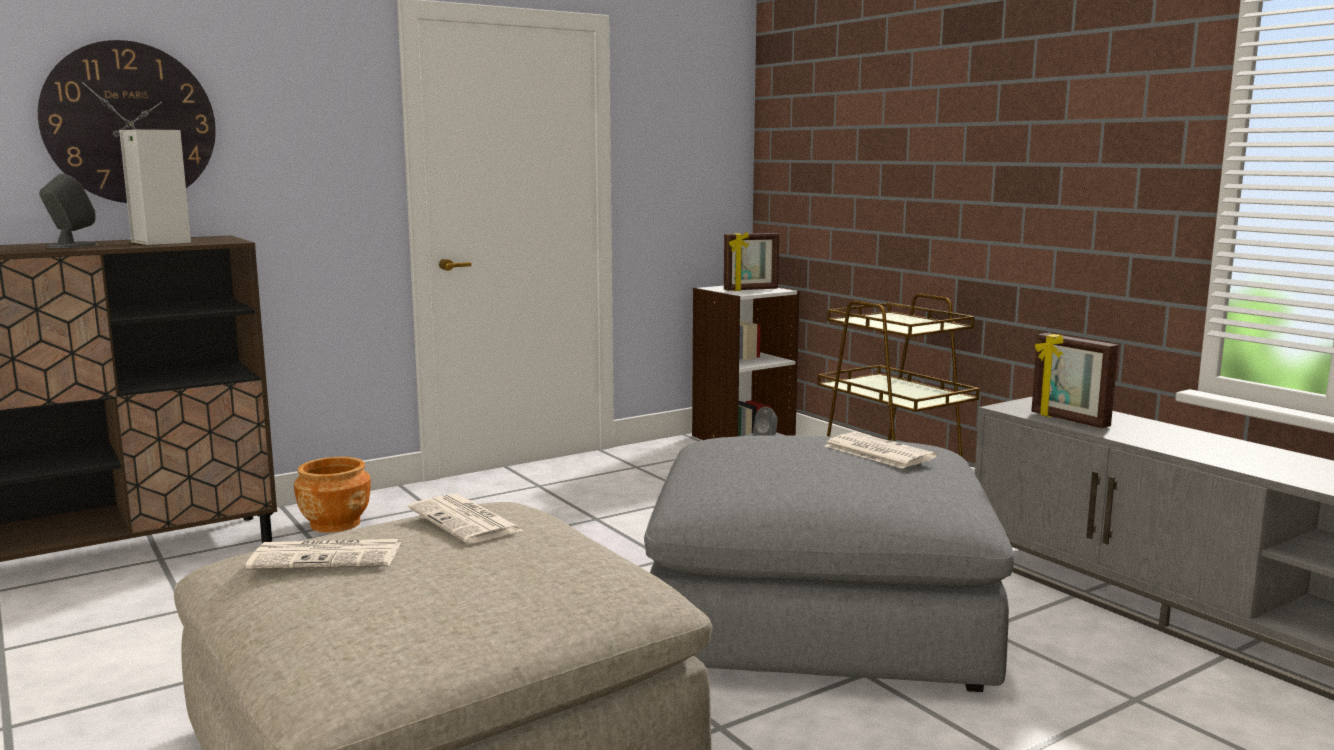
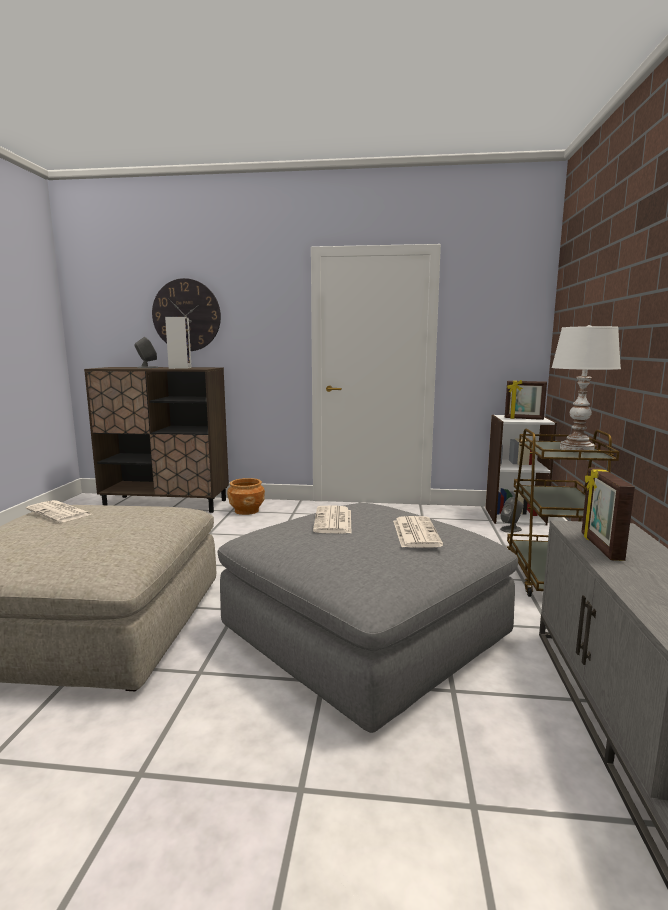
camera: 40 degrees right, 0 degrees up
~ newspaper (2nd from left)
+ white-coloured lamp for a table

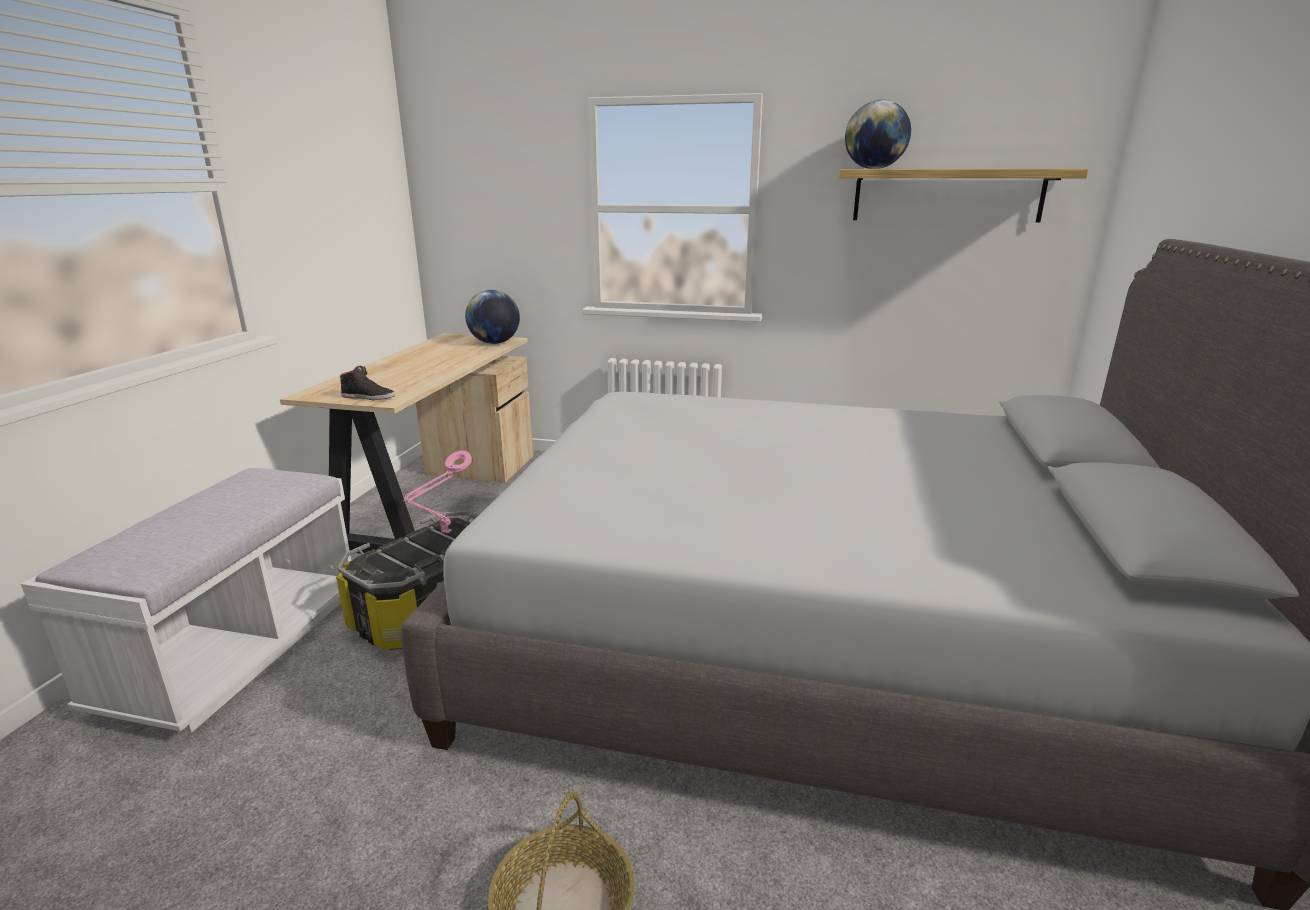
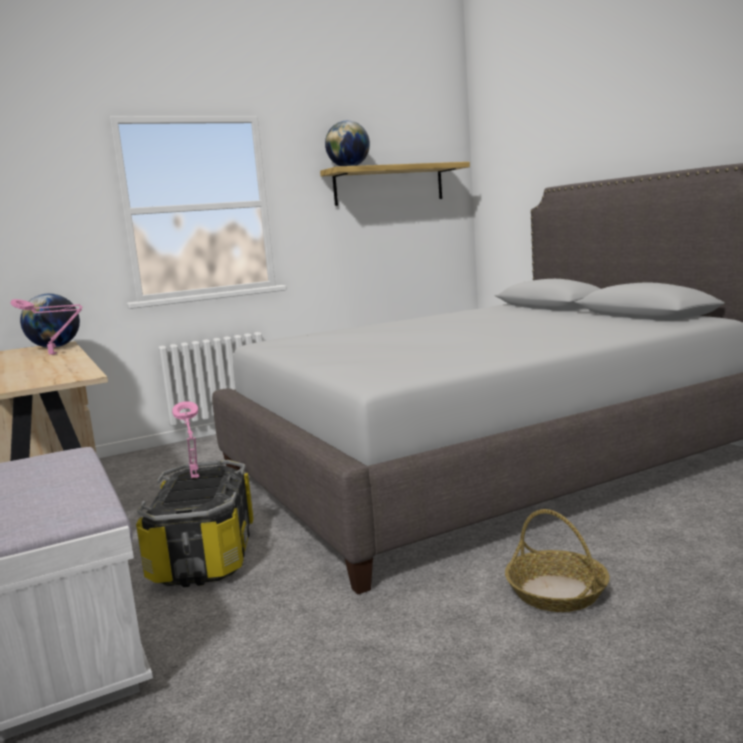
camera: 40 degrees left, 10 degrees down
+ pink-coloured lamp for a table (1st from left)
- black-coloured item of footwear

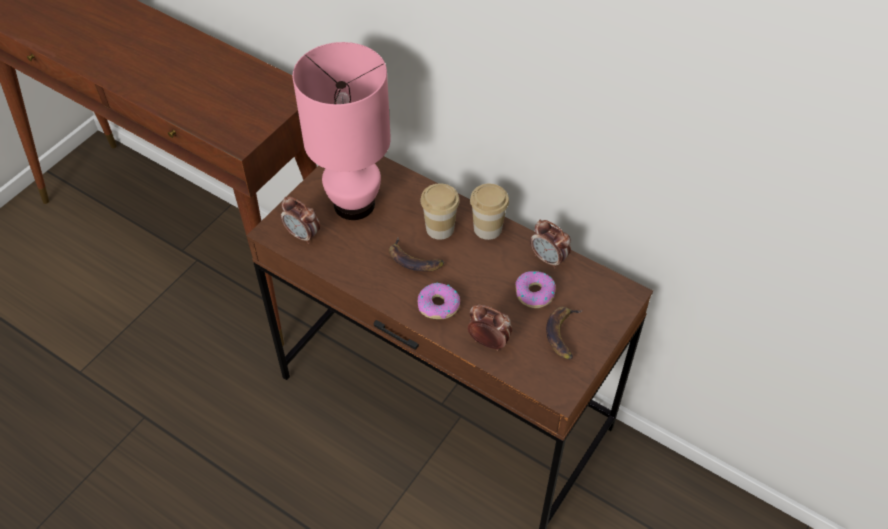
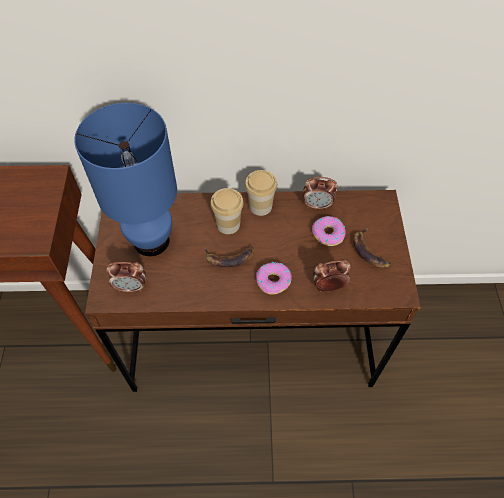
camera: 35 degrees left, 5 degrees up
~ pink-coloured lamp for a table to bluish lamp for a table

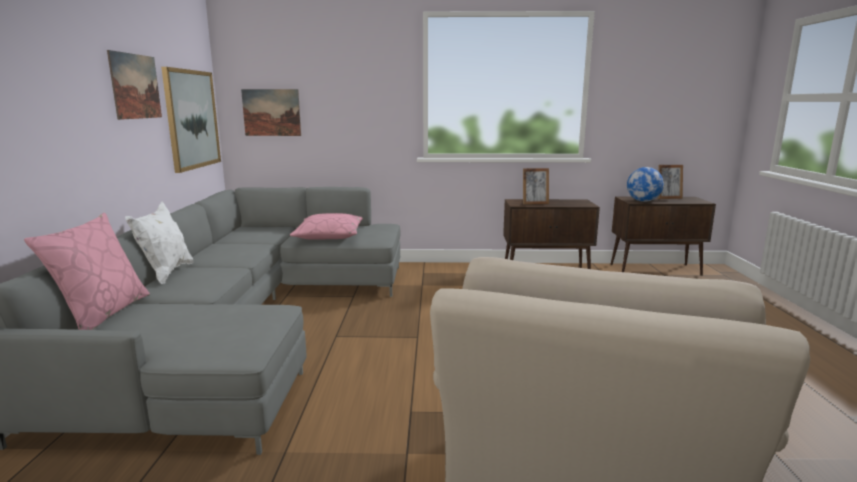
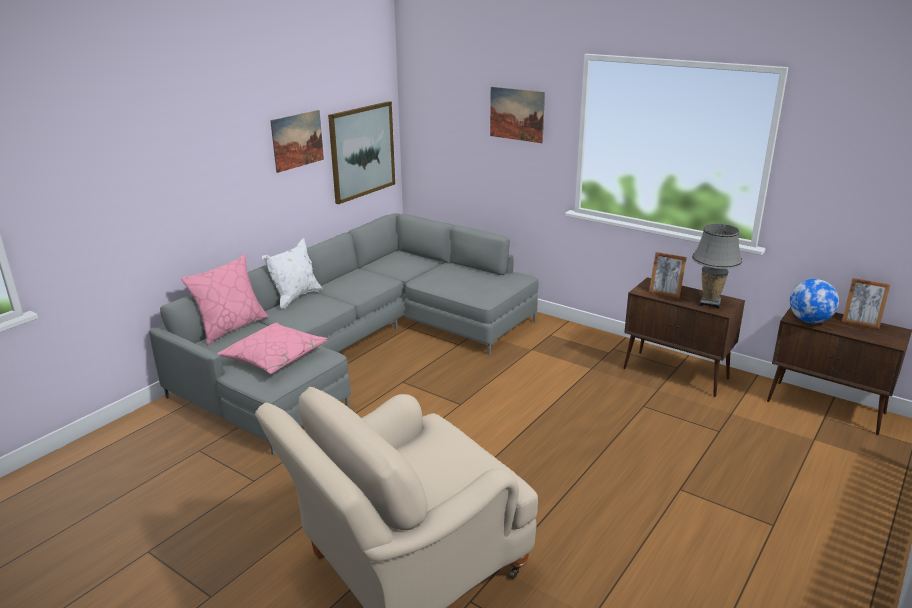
camera: 35 degrees right, 10 degrees up
~ pink-coloured throw pillow (2nd from left)
~ wall picture (3rd from left)
+ grey lamp for a table

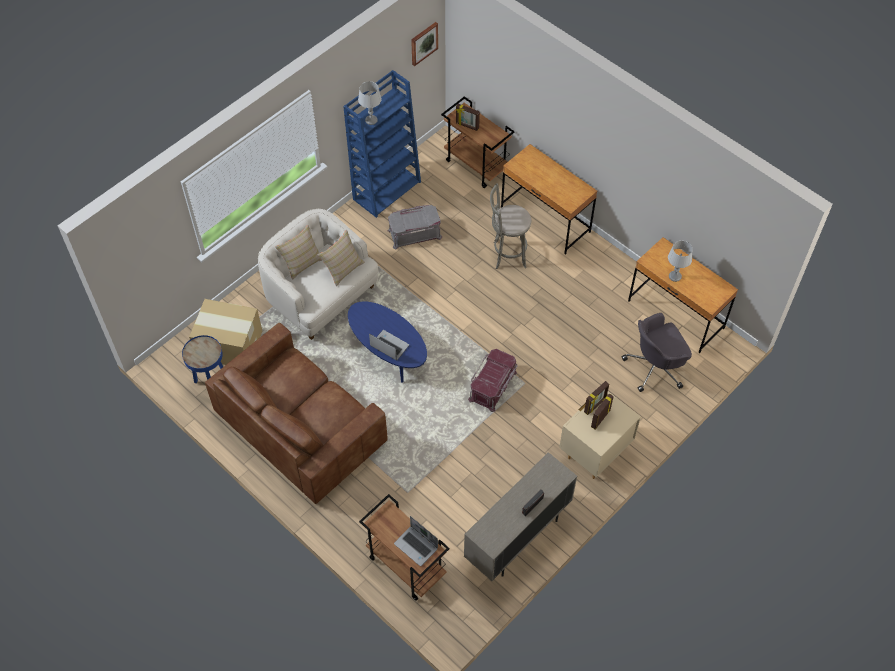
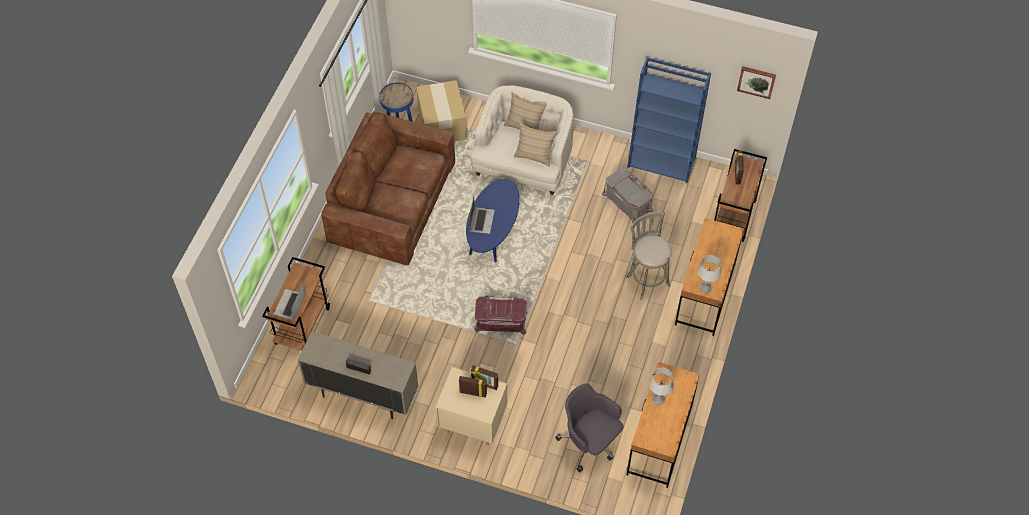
camera: 65 degrees right, 0 degrees up
~ grey lamp for a table (1st from left in the first image) to grey lamp for a table (2nd from left)

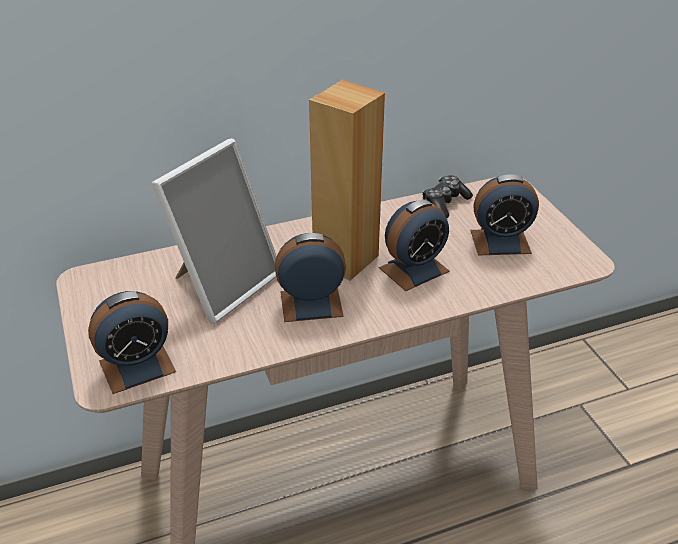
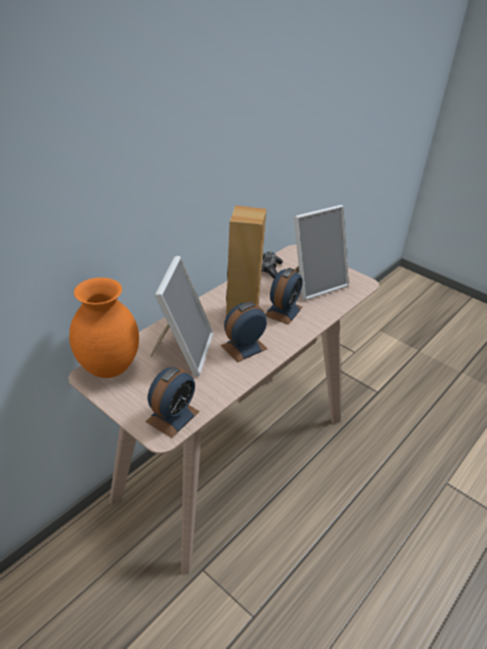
camera: 30 degrees left, 0 degrees up
+ orange vase
~ alarm clock (4th from left) to photo frame (2nd from left)

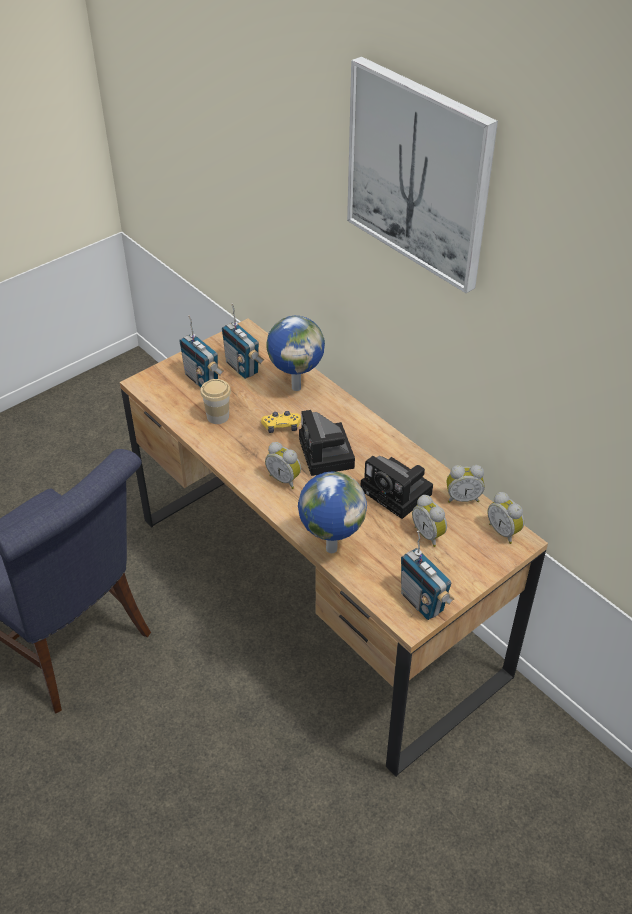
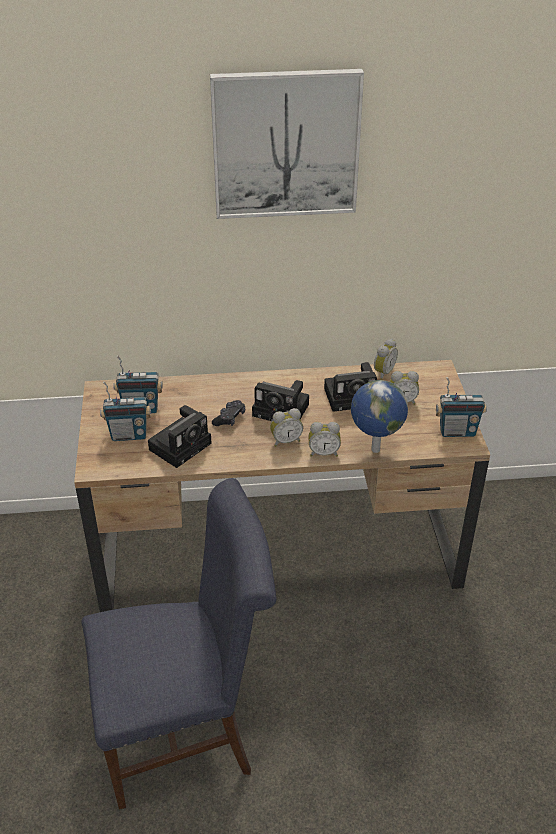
camera: 55 degrees left, 5 degrees down
~ cup to photo camera (1st from left)
~ yellowish gamepad to black-coloured gamepad
~ alarm clock (4th from left in the first image) to alarm clock (2nd from left)
- desk globe (1st from left)

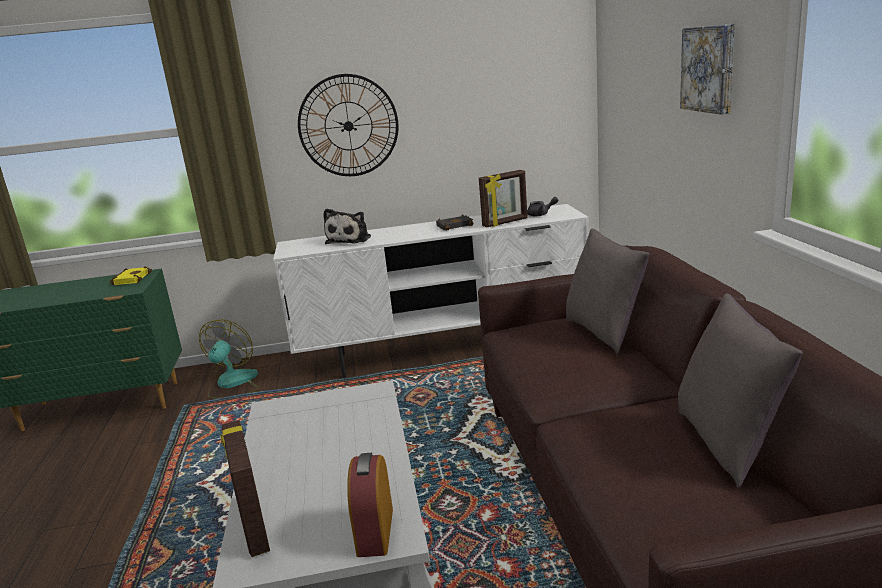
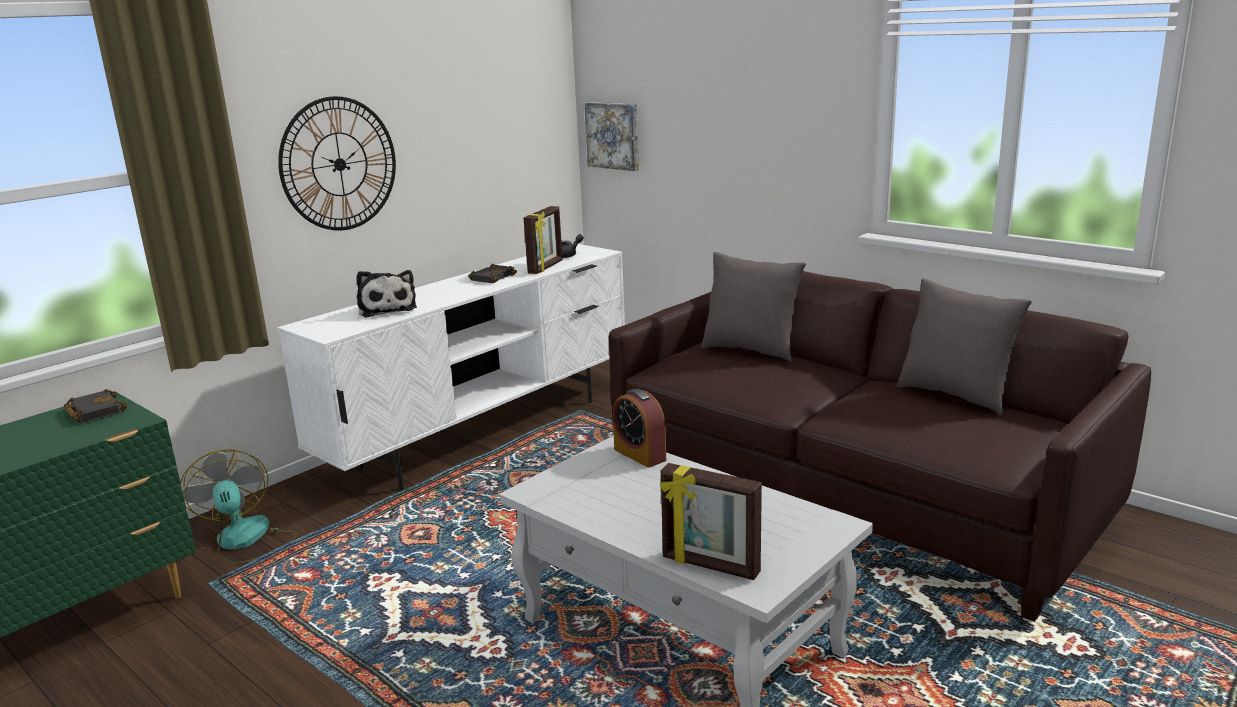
camera: 40 degrees left, 0 degrees up
~ yellowish volume to black-coloured volume (1st from left)
~ wall picture
~ alarm clock

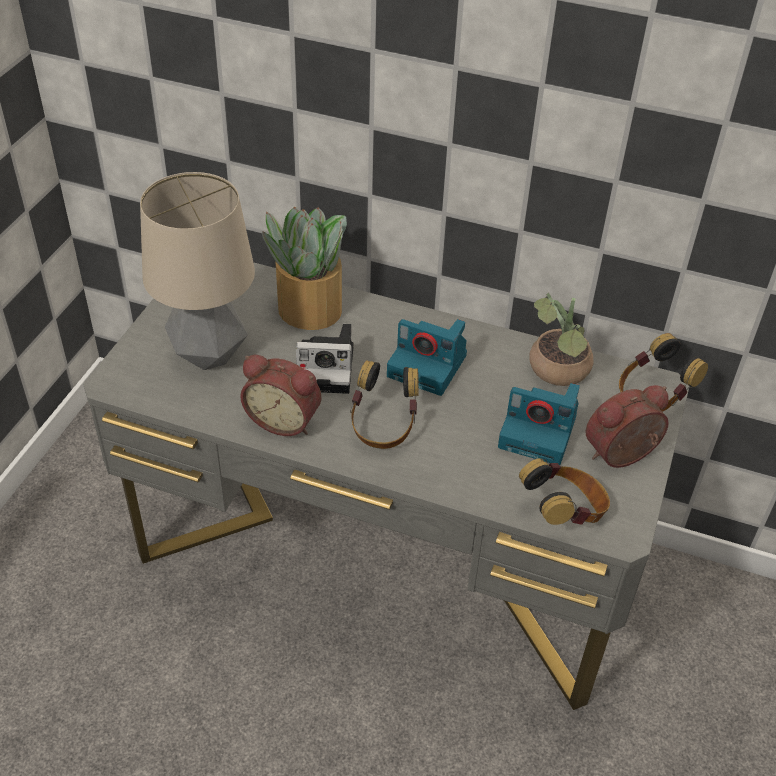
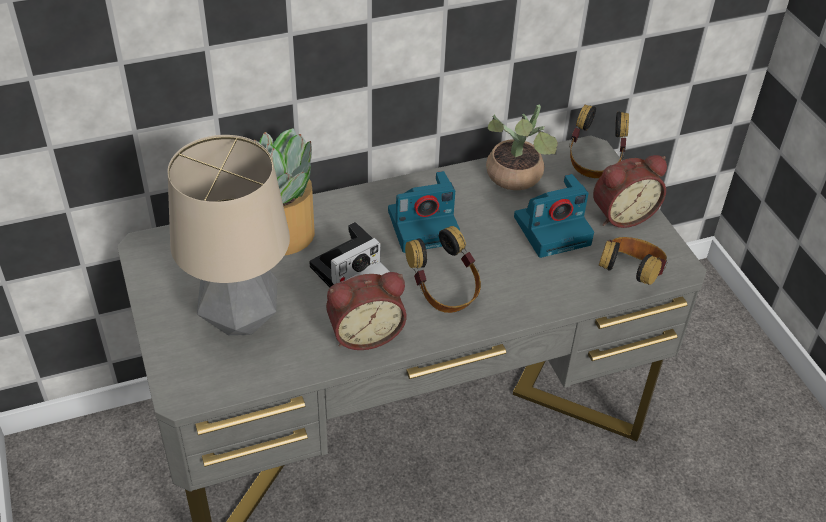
camera: 40 degrees left, 0 degrees up
~ alarm clock (2nd from left) 135 degrees counterclockwise

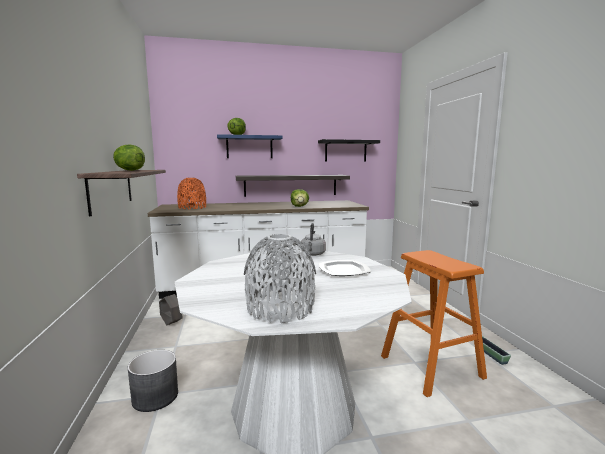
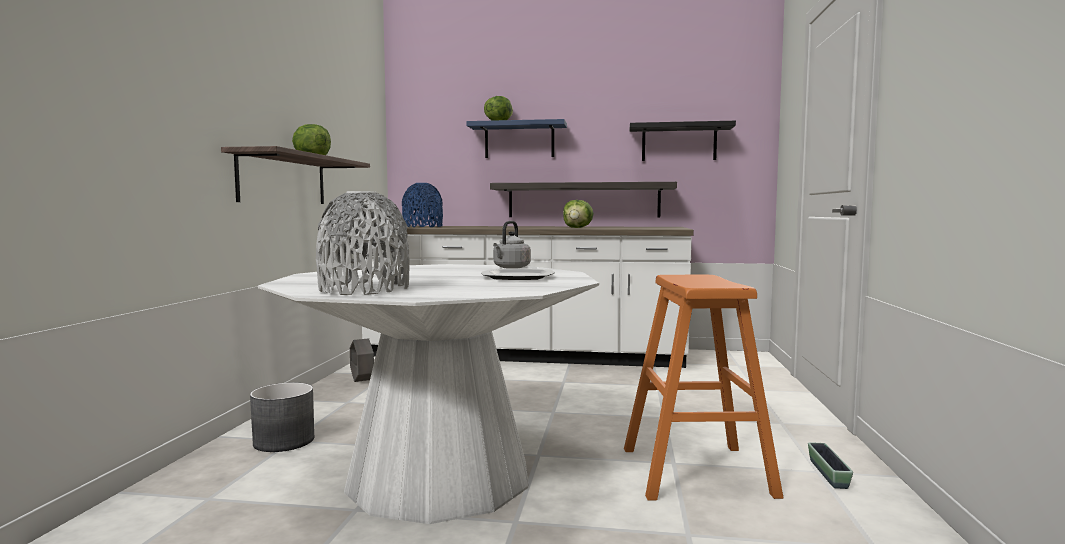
camera: 20 degrees right, 5 degrees down
~ orange vase to bluish vase

